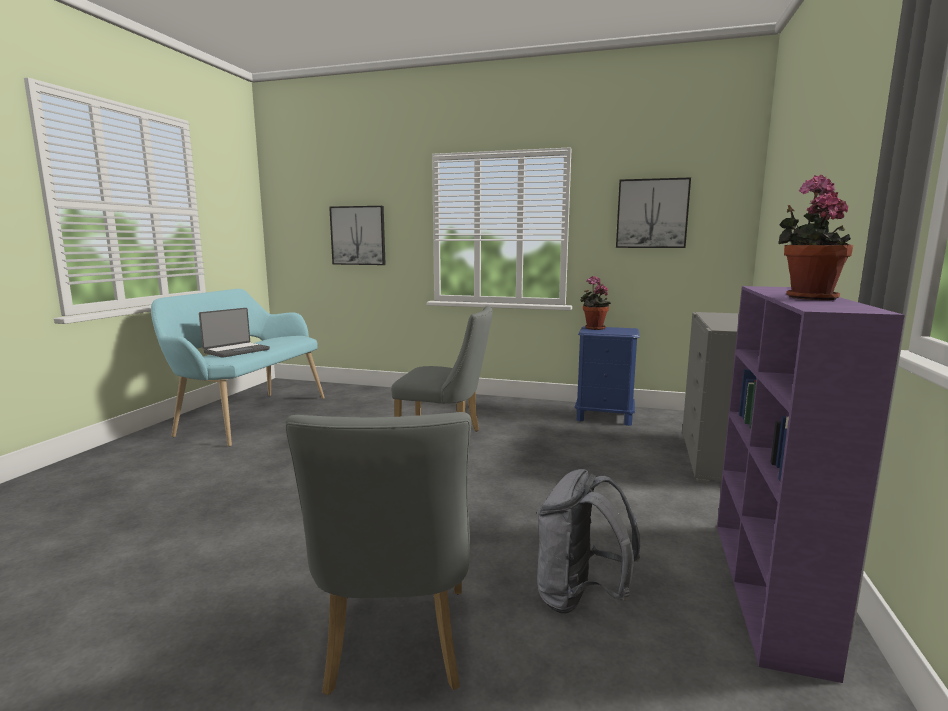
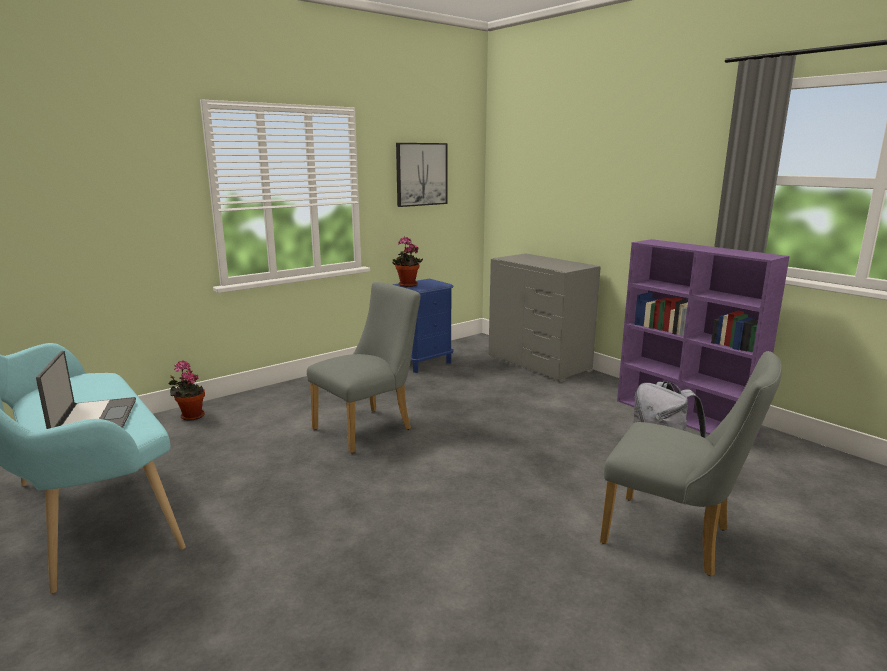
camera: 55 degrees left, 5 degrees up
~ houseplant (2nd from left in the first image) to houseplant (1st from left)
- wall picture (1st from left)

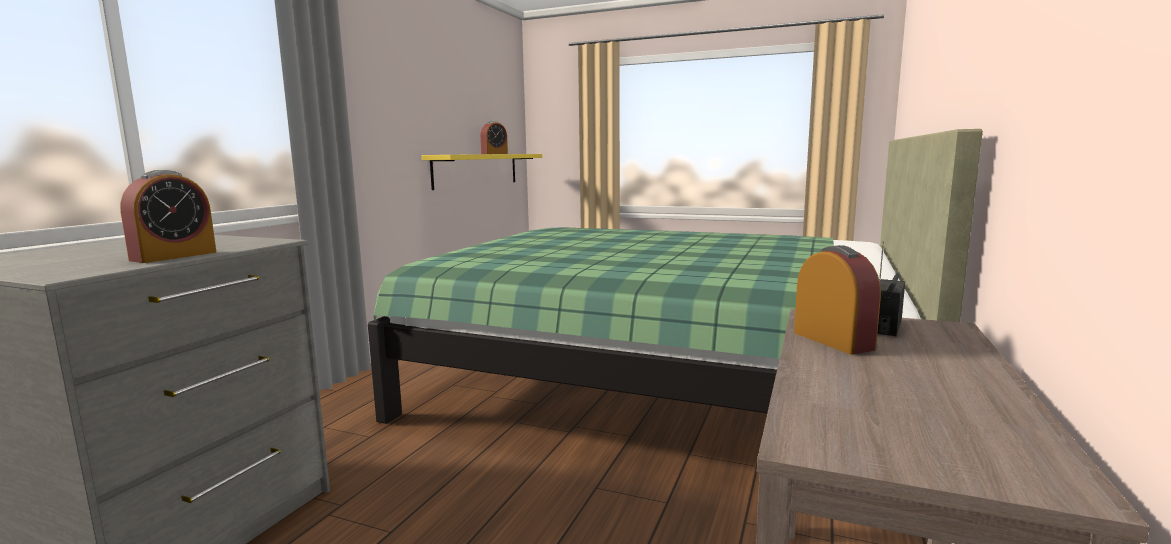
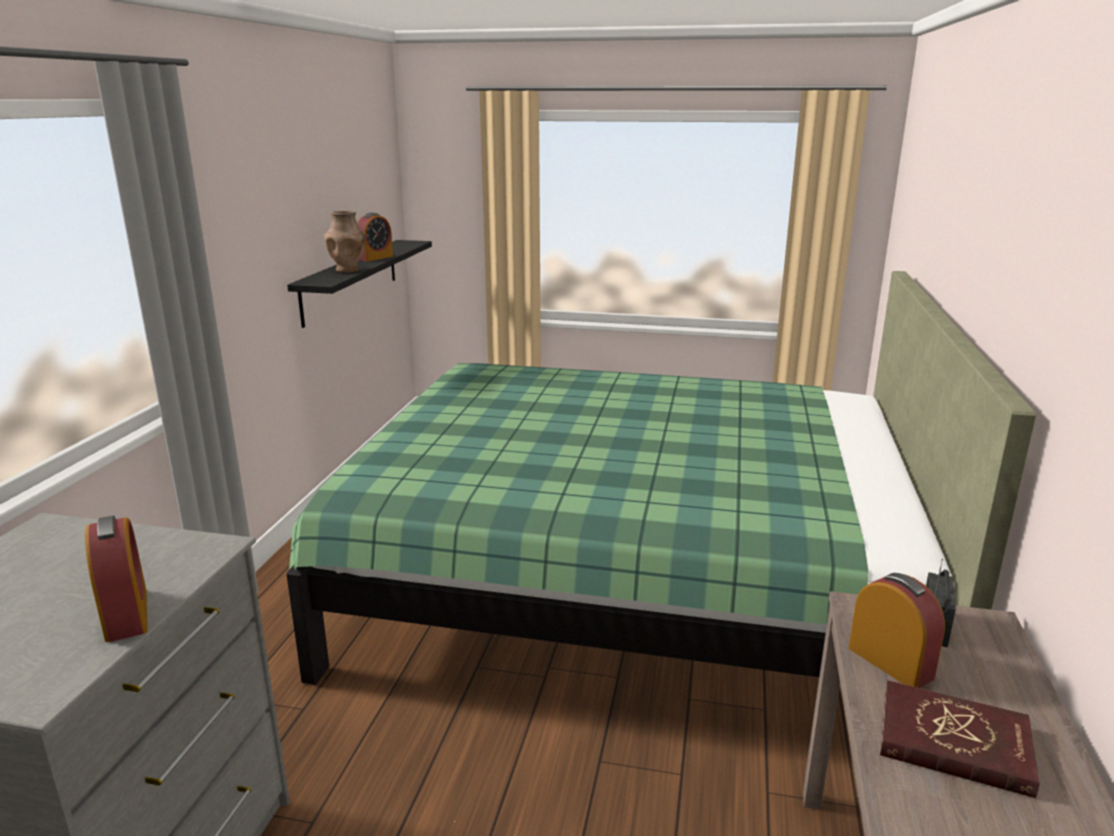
camera: 10 degrees left, 10 degrees up
~ alarm clock (1st from left) 45 degrees counterclockwise
~ yellowish shelf to black-coloured shelf
+ brownish vase
+ reddish volume

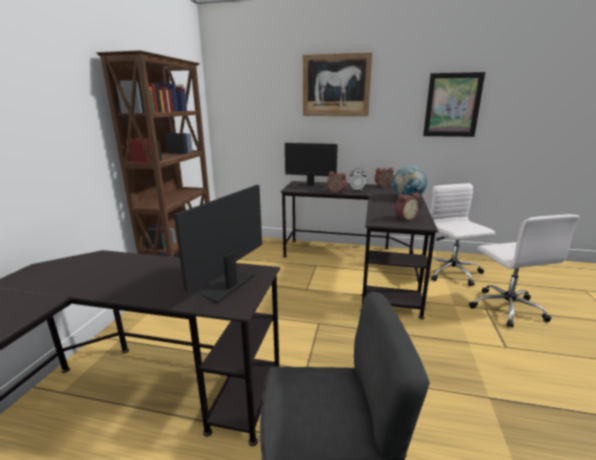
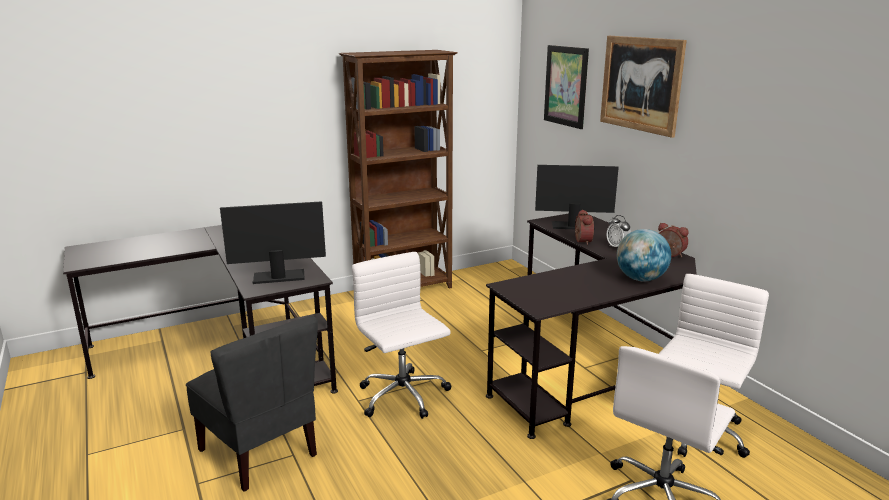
camera: 50 degrees right, 0 degrees up
+ white-coloured office chair (1st from left)
~ monitor (2nd from left) 120 degrees clockwise
~ wall picture (2nd from left in the first image) to wall picture (1st from left)
- alarm clock (4th from left)

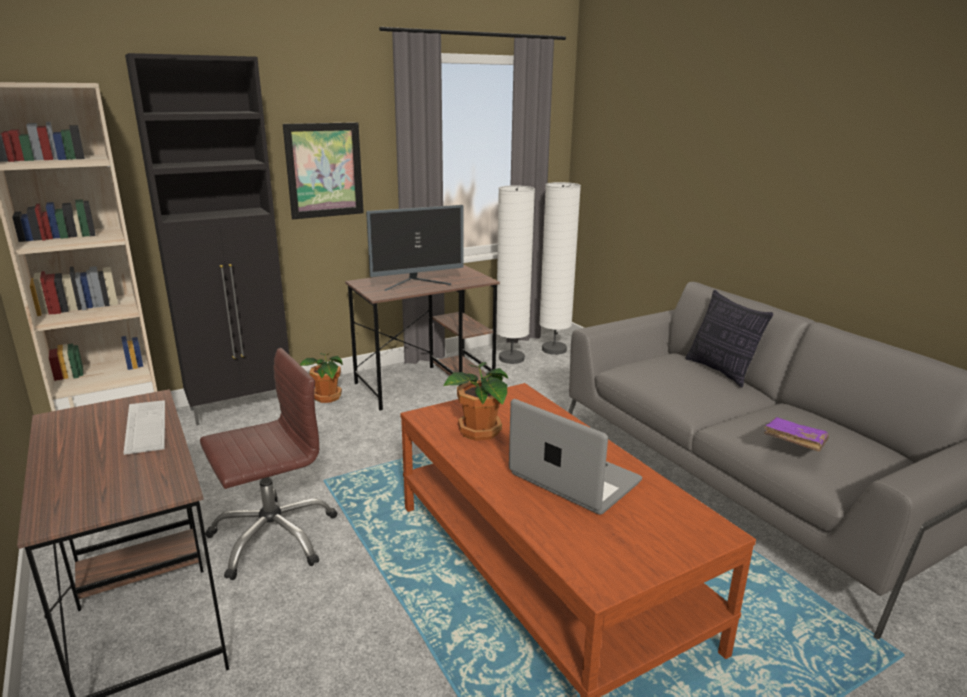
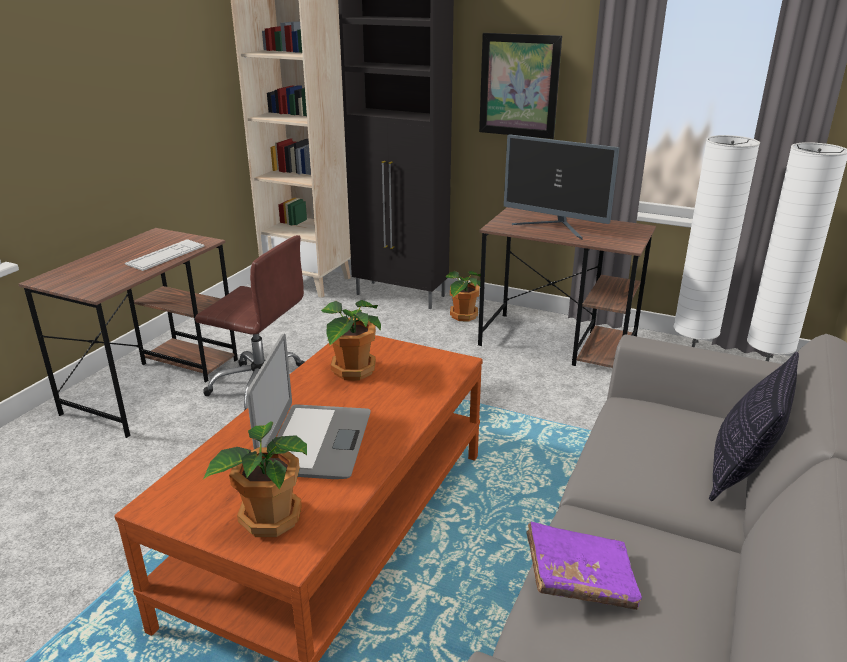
camera: 55 degrees right, 5 degrees up
+ houseplant (1st from left)

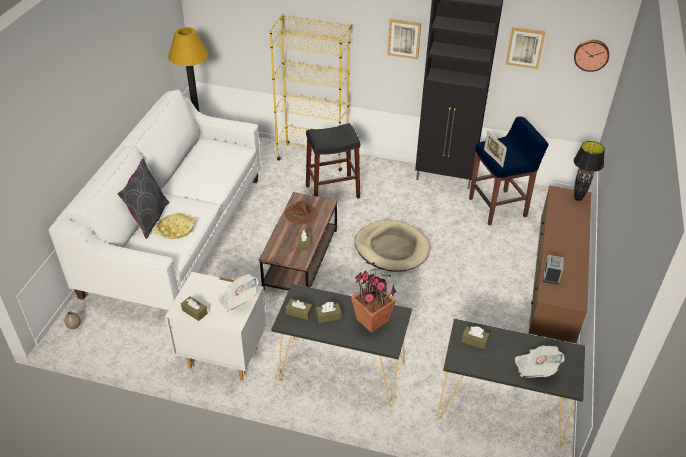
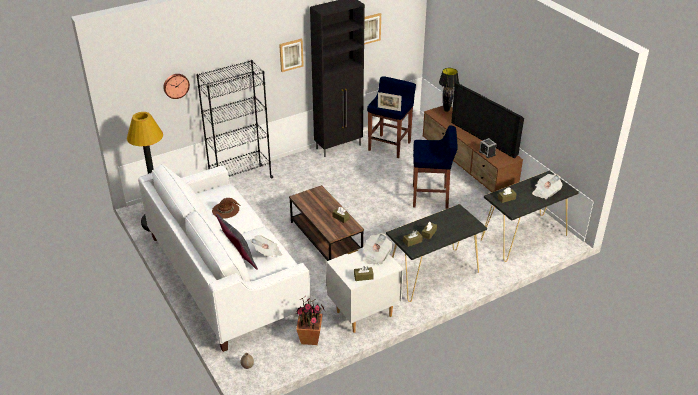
camera: 45 degrees left, 5 degrees down
~ clock on the wall
~ yellowish shelving unit to black-coloured shelving unit
~ brownish wearable hat
~ yellowish tray to newspaper (1st from left)
~ houseplant
+ bluish stool (2nd from left)
+ TV set
- black-coloured stool
- beige-coloured pet bed

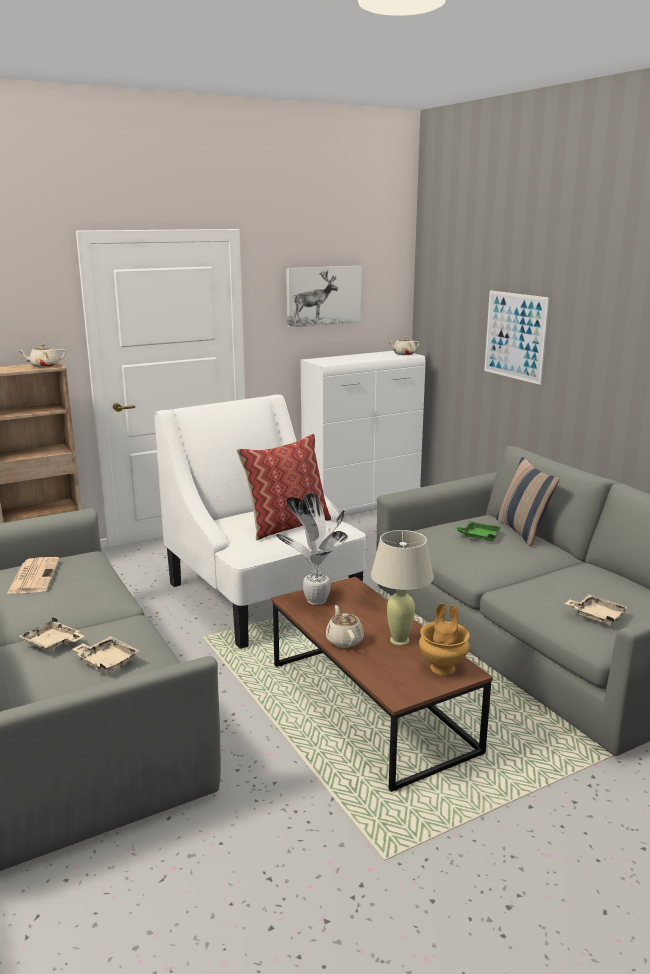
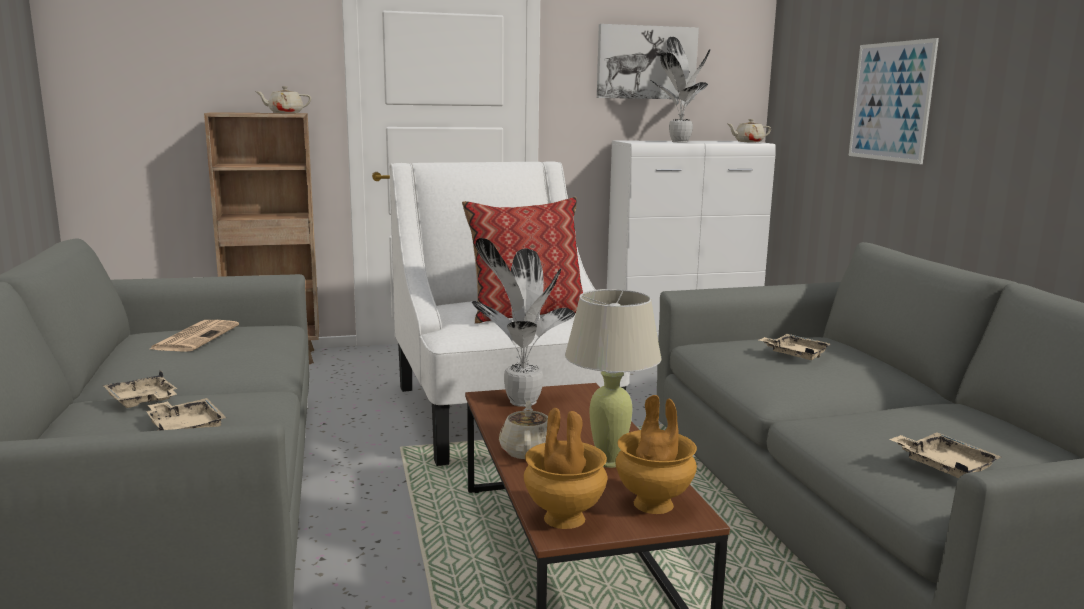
camera: 15 degrees right, 5 degrees down
+ brownish vase (1st from left)
+ houseplant (2nd from left)
~ green tray to beige-coloured tray (3rd from left)
- throw pillow (2nd from left)

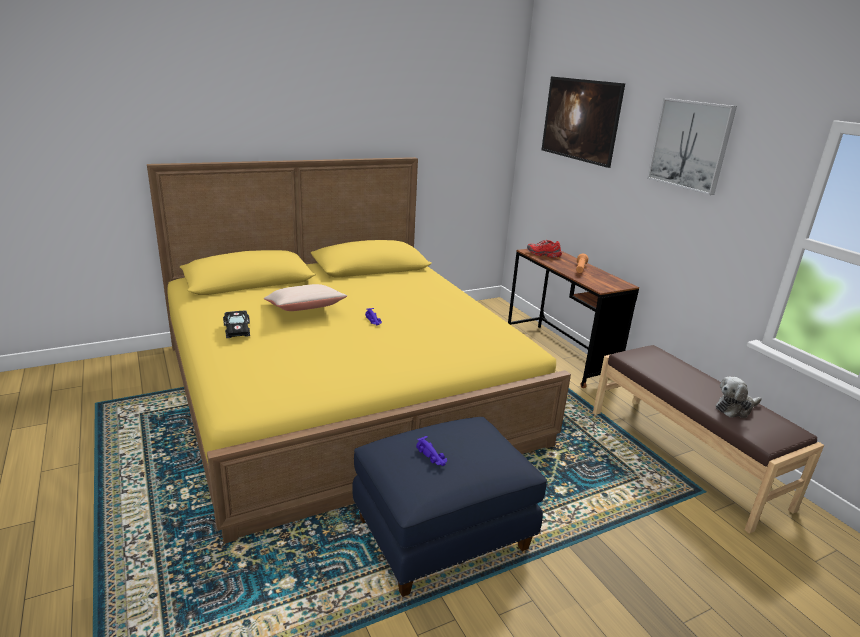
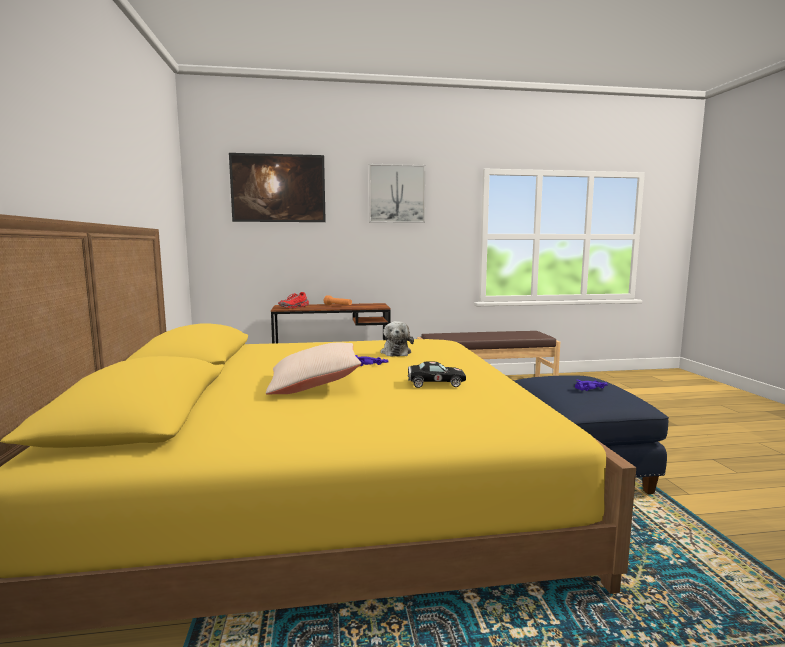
camera: 70 degrees left, 15 degrees down
~ cuddly toy
~ black-coloured toy car

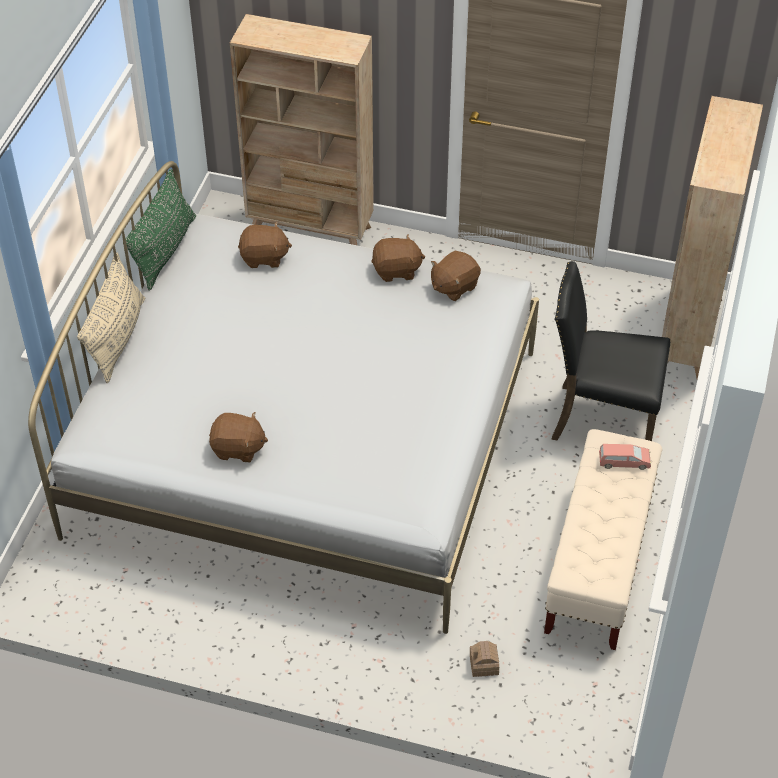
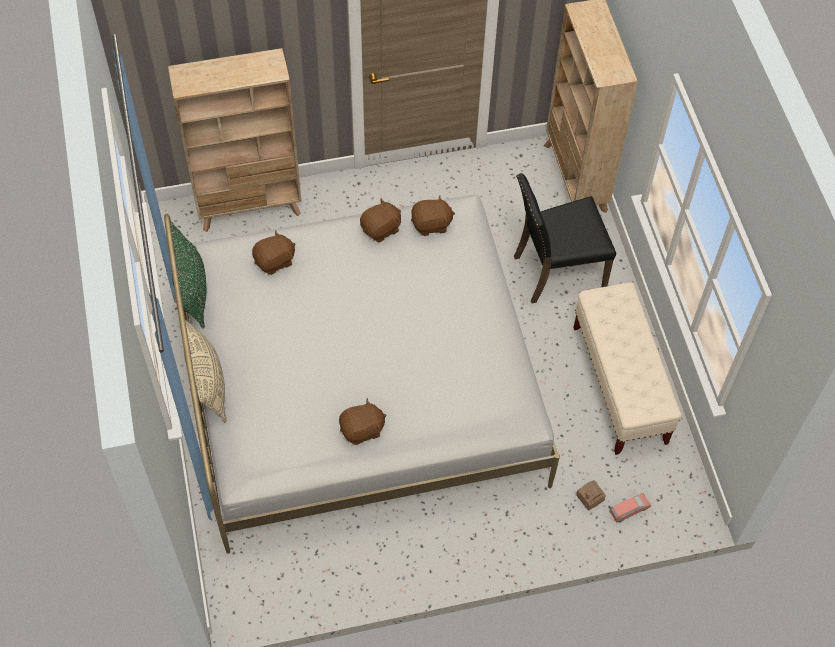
camera: 30 degrees left, 10 degrees up
~ brownish cuddly toy (4th from left) 120 degrees counterclockwise
~ pink-coloured toy car

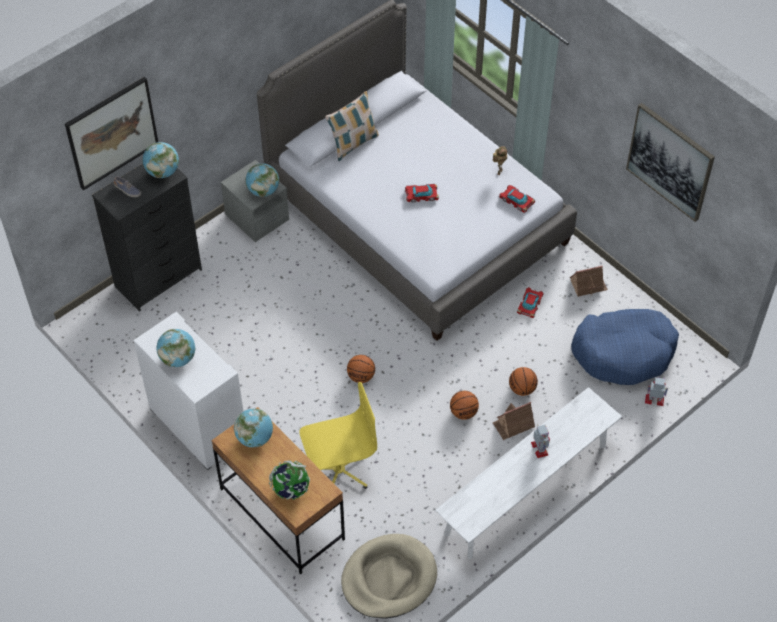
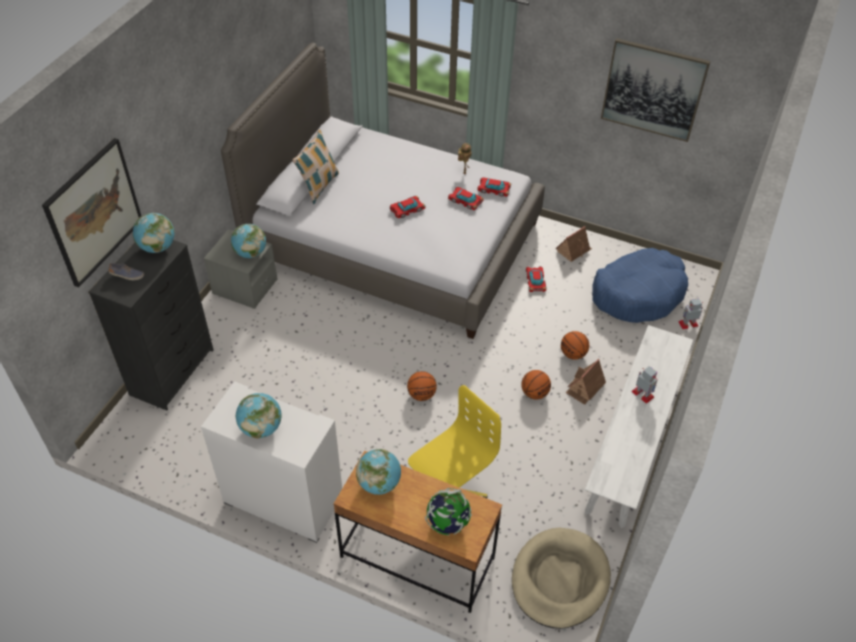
camera: 25 degrees left, 5 degrees down
+ toy car (2nd from left)

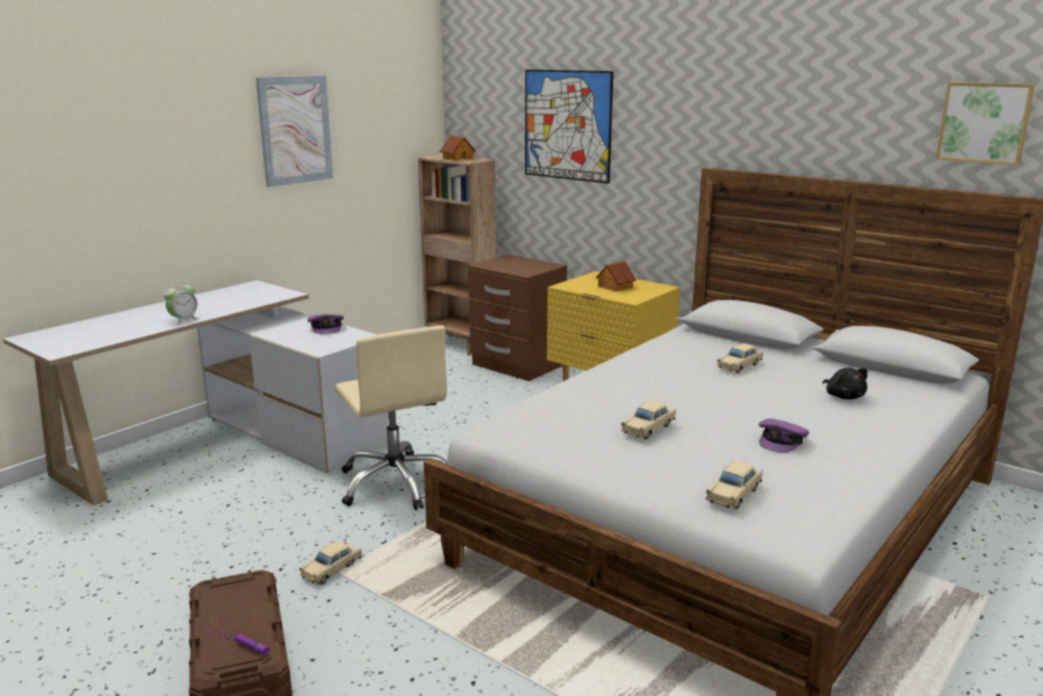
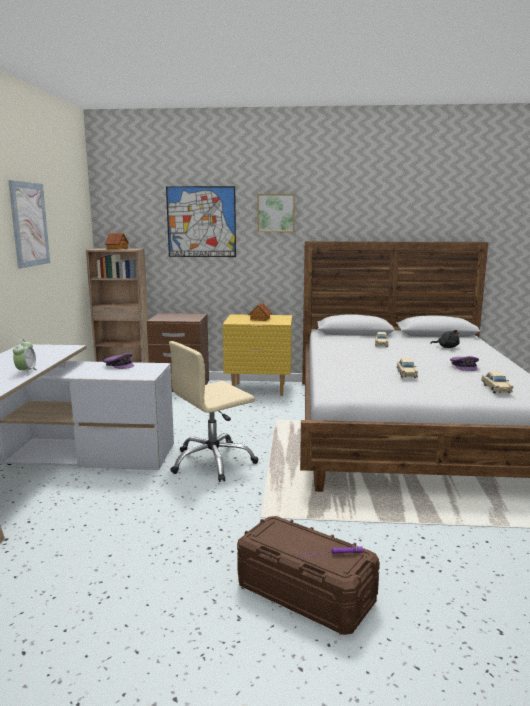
camera: 35 degrees left, 5 degrees down
~ beige-coloured office chair 120 degrees clockwise
~ wall picture (3rd from left)
- beige-coloured toy car (1st from left)

